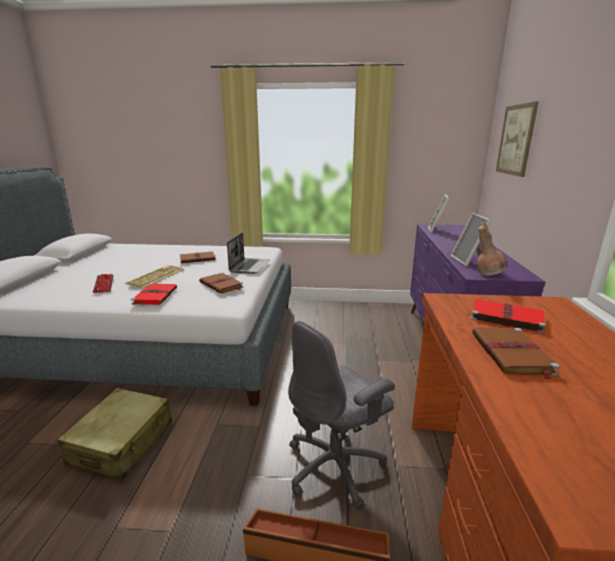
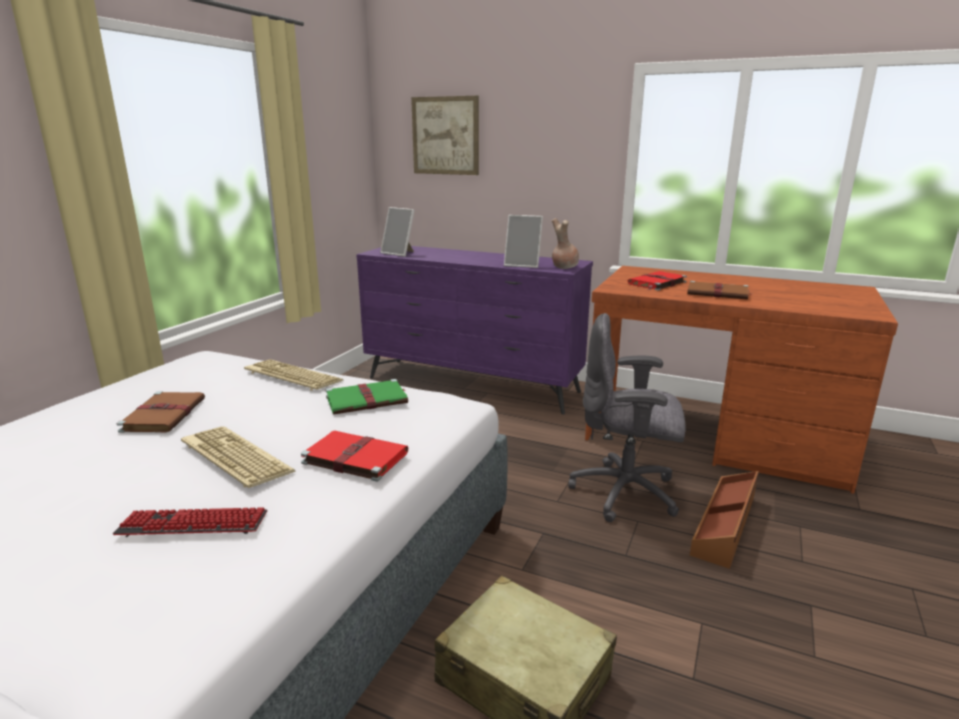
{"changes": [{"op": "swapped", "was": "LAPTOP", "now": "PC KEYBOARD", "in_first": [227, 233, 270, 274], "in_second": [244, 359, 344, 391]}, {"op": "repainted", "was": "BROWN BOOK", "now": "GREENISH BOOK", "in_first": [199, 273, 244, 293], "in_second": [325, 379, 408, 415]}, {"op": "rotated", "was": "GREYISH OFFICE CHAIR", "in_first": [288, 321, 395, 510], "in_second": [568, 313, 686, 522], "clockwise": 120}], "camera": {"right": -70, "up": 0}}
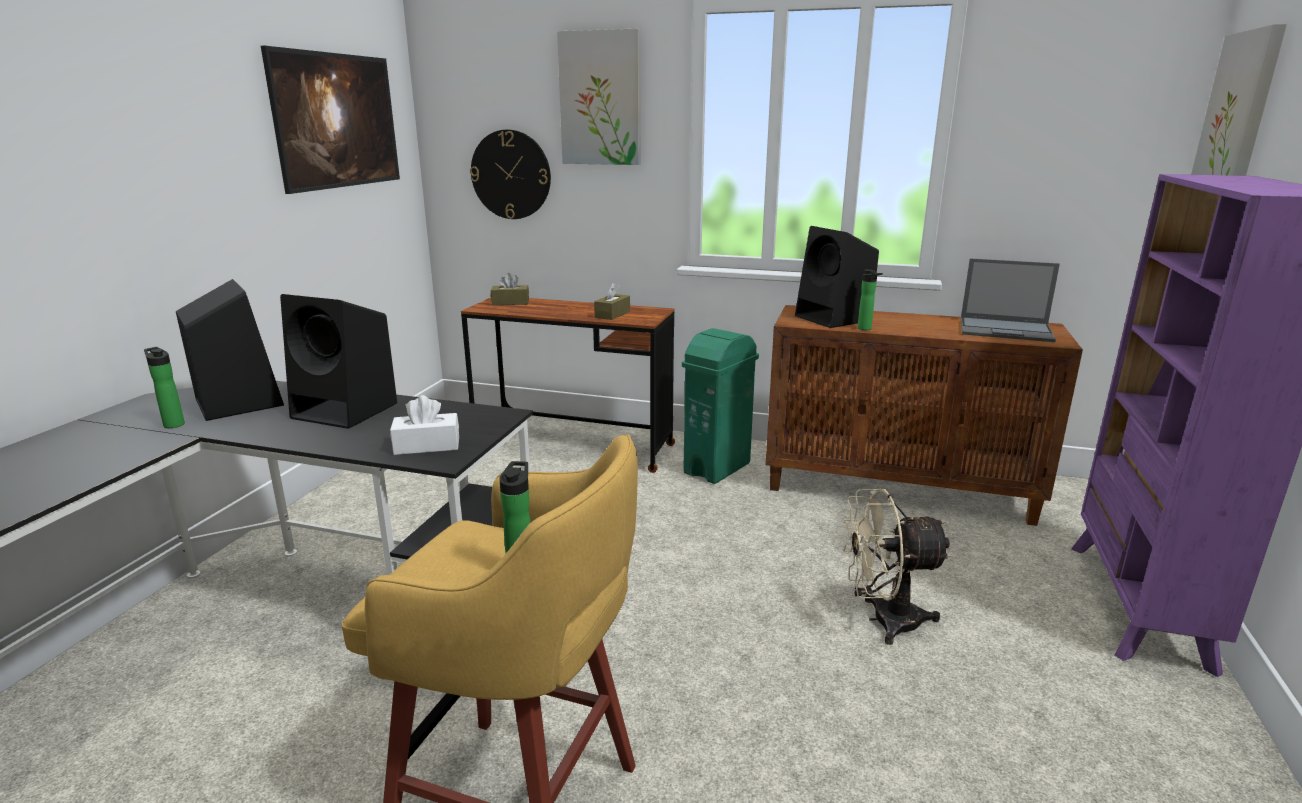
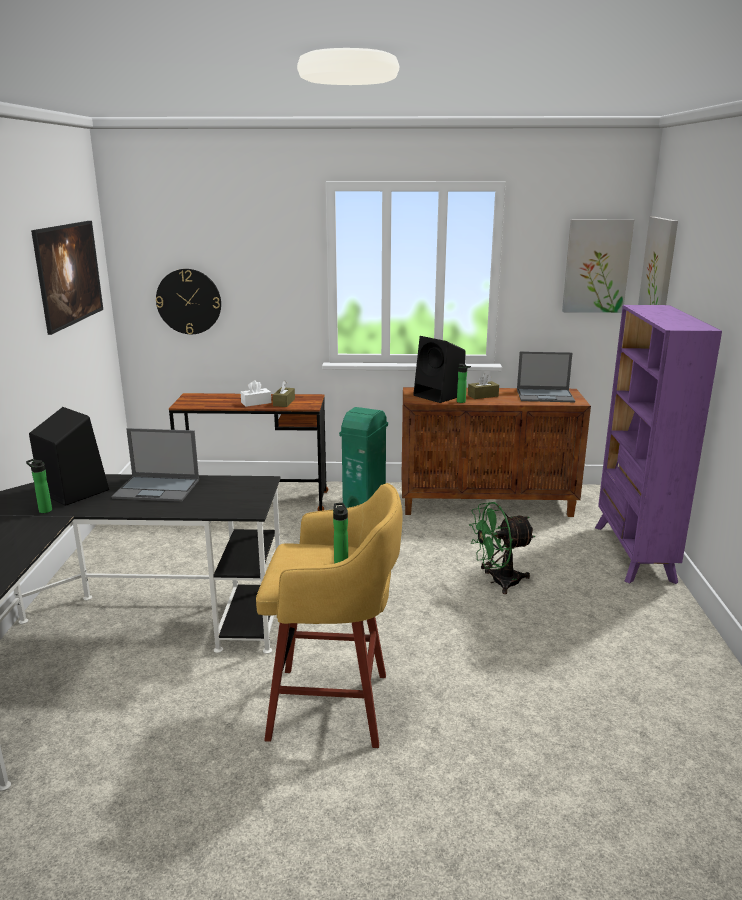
{"changes": [{"op": "shifted", "was": "PICTURE", "in_first": [557, 29, 641, 165], "in_second": [562, 219, 634, 313]}, {"op": "shifted", "was": "BROWN BOX OF TISSUES", "in_first": [491, 273, 529, 305], "in_second": [468, 373, 499, 399]}, {"op": "swapped", "was": "BLACK LOUDSPEAKER", "now": "LAPTOP", "in_first": [280, 294, 397, 429], "in_second": [112, 428, 199, 502]}, {"op": "shifted", "was": "WHITE BOX OF TISSUES", "in_first": [390, 395, 459, 455], "in_second": [240, 380, 271, 407]}, {"op": "repainted", "was": "SAND-COLOURED COOLING FAN", "now": "GREENISH COOLING FAN", "in_first": [843, 489, 951, 645], "in_second": [469, 502, 535, 594]}], "camera": {"right": -15, "up": 0}}
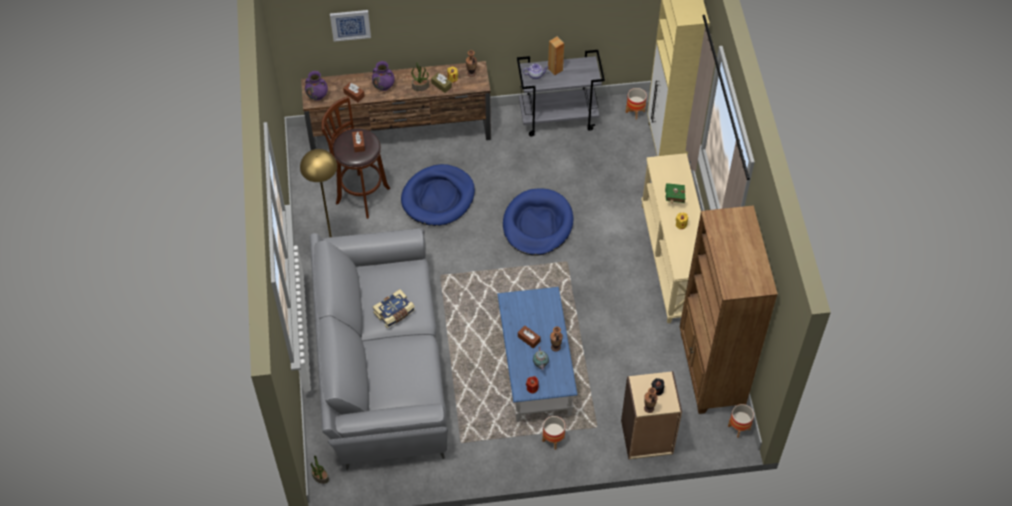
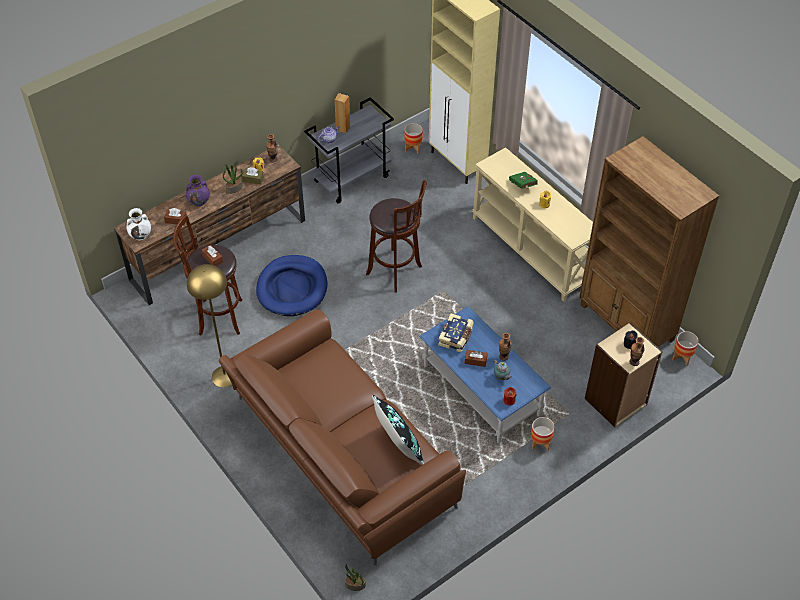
{"changes": [{"op": "gone", "was": "PICTURE", "in_first": [330, 10, 371, 42]}, {"op": "repainted", "was": "PURPLISH FLOWER VASE", "now": "WHITE FLOWER VASE", "in_first": [305, 71, 328, 101], "in_second": [127, 208, 151, 240]}, {"op": "swapped", "was": "BLUISH PET BED", "now": "BROWN STOOL SEAT", "in_first": [503, 188, 574, 255], "in_second": [366, 180, 427, 293]}, {"op": "repainted", "was": "GREYISH SOFA", "now": "BROWN SOFA", "in_first": [310, 228, 448, 470], "in_second": [219, 309, 466, 565]}, {"op": "shifted", "was": "BOOK", "in_first": [373, 289, 415, 328], "in_second": [438, 313, 474, 352]}, {"op": "new", "now": "BLACK PILLOW", "in_second": [372, 395, 424, 465]}], "camera": {"right": -30, "up": -5}}
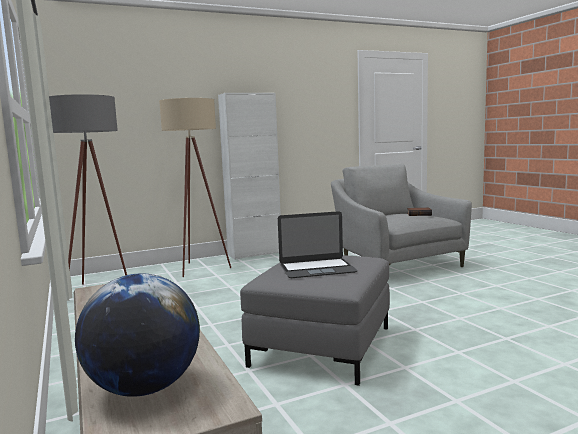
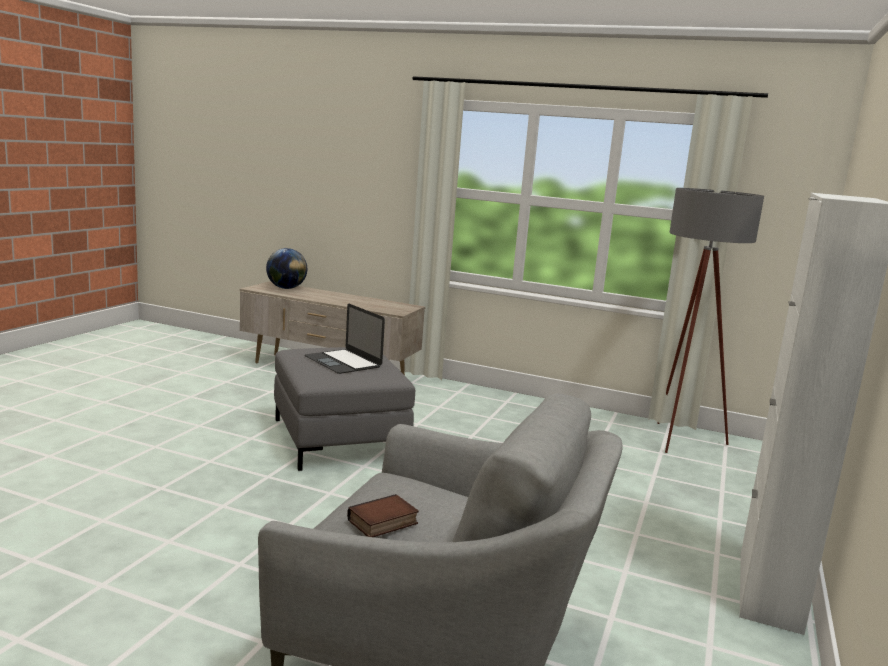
{"changes": [{"op": "gone", "was": "SAND-COLOURED STANDING LAMP", "in_first": [159, 98, 231, 277]}, {"op": "rotated", "was": "LAPTOP", "in_first": [278, 211, 358, 278], "in_second": [305, 304, 385, 374], "clockwise": -75}], "camera": {"right": 135, "up": 5}}
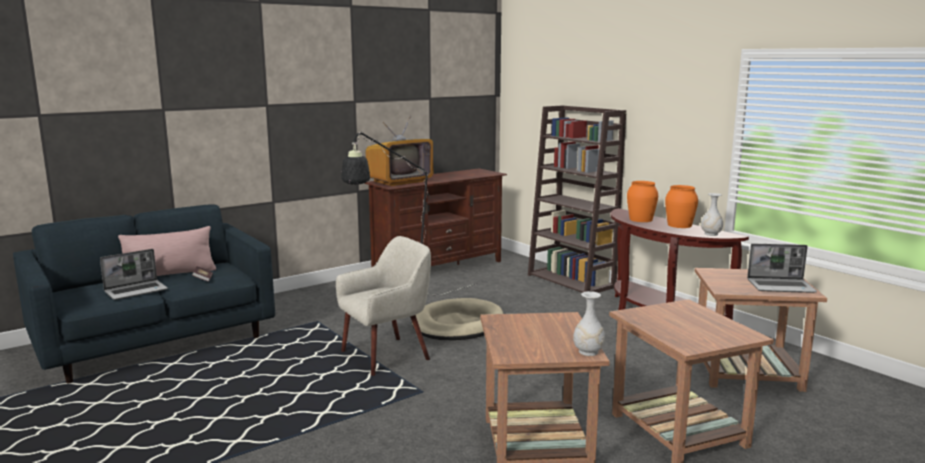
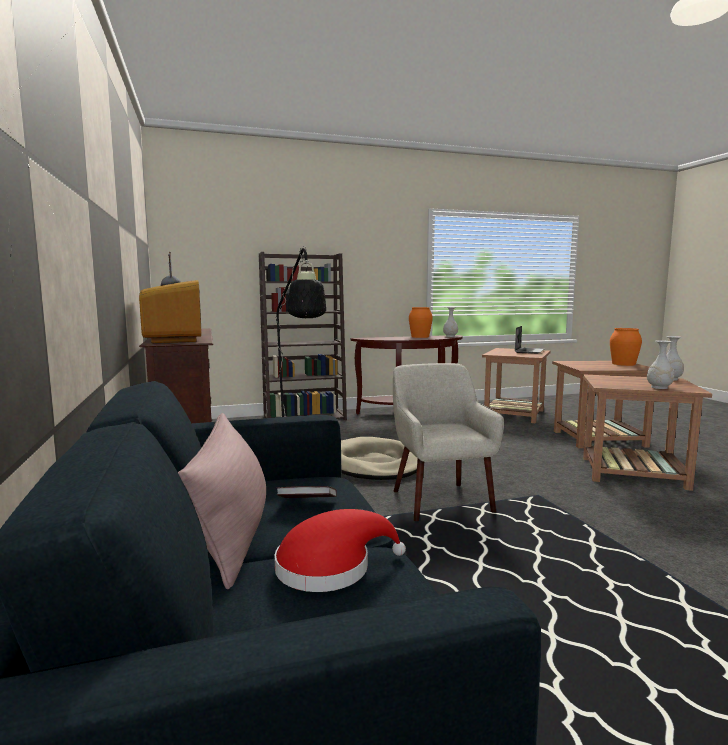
{"changes": [{"op": "shifted", "was": "ORANGEY FLOWER VASE", "in_first": [627, 181, 658, 222], "in_second": [610, 328, 642, 366]}, {"op": "swapped", "was": "LAPTOP", "now": "RED-COLOURED WEARABLE HAT", "in_first": [100, 249, 168, 300], "in_second": [274, 509, 406, 592]}, {"op": "new", "now": "WHITE FLOWER VASE", "in_second": [647, 340, 674, 389]}], "camera": {"right": -70, "up": -5}}
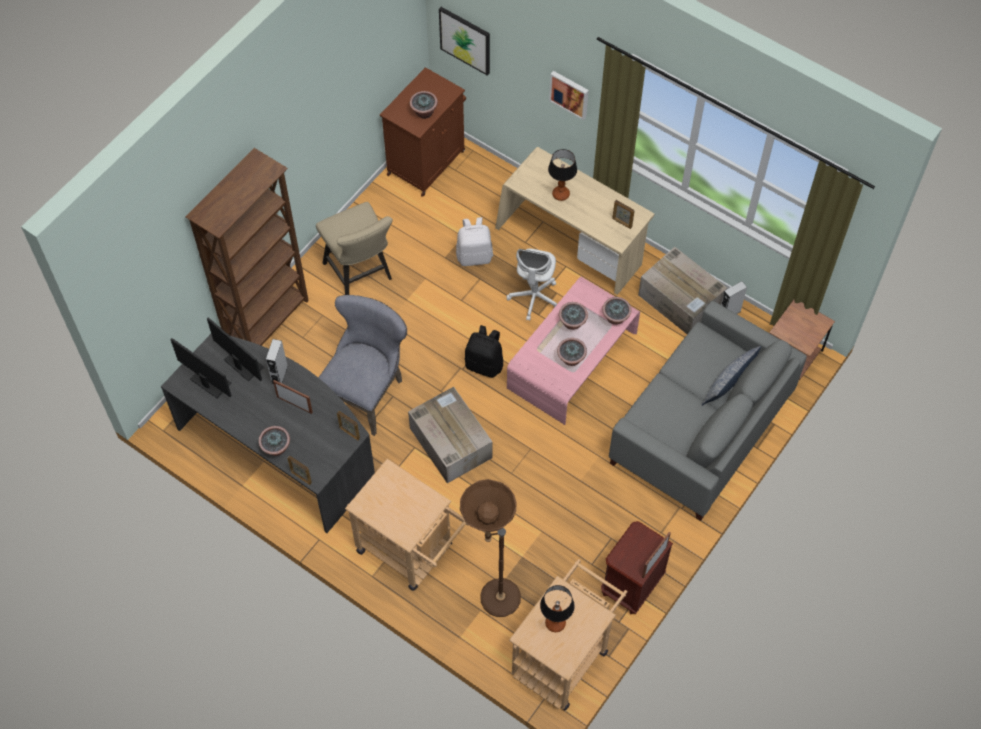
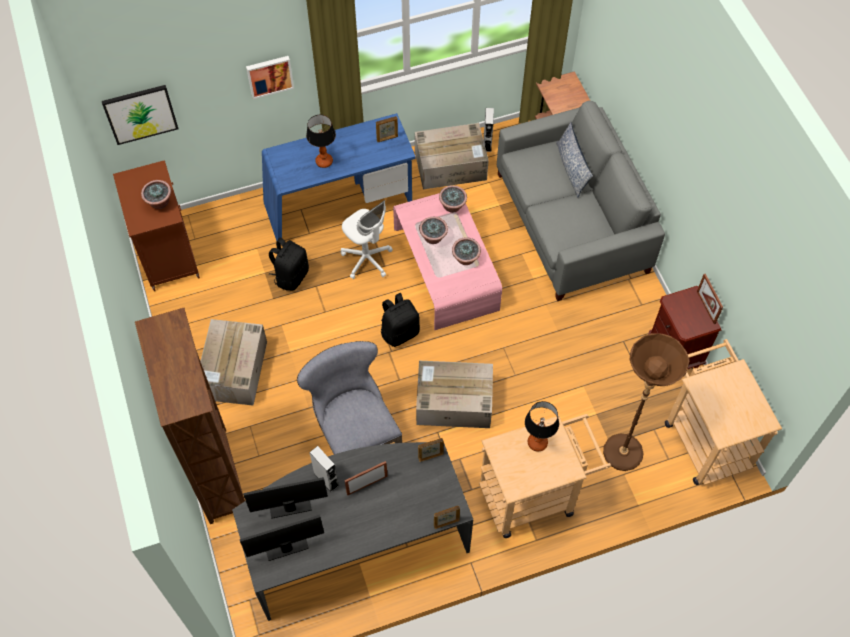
{"changes": [{"op": "repainted", "was": "SAND-COLOURED DESK TABLE", "now": "BLUISH DESK TABLE", "in_first": [495, 147, 654, 295], "in_second": [262, 113, 416, 241]}, {"op": "swapped", "was": "SAND-COLOURED UPRIGHT CHAIR", "now": "PACKING BOX", "in_first": [316, 202, 393, 295], "in_second": [201, 319, 267, 405]}, {"op": "repainted", "was": "WHITE RUCKSACK", "now": "BLACK RUCKSACK", "in_first": [456, 217, 493, 266], "in_second": [269, 238, 309, 291]}, {"op": "gone", "was": "PLANT IN A POT", "in_first": [259, 426, 290, 456]}, {"op": "shifted", "was": "TABLE LAMP", "in_first": [540, 585, 575, 632], "in_second": [525, 401, 559, 451]}], "camera": {"right": -55, "up": 0}}
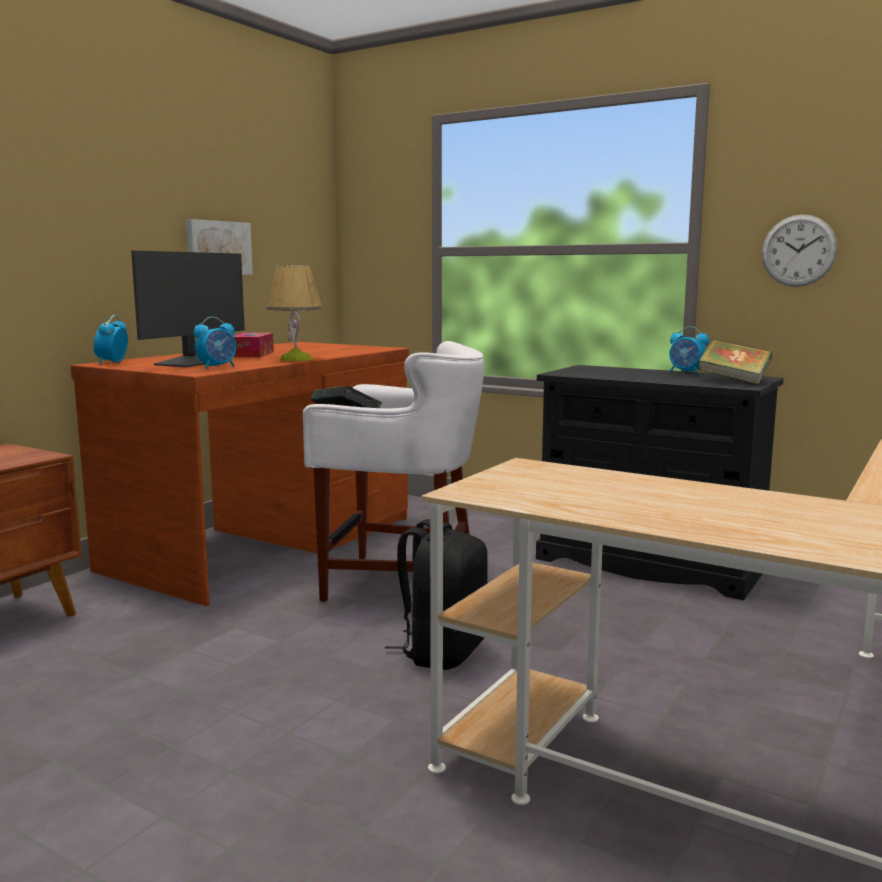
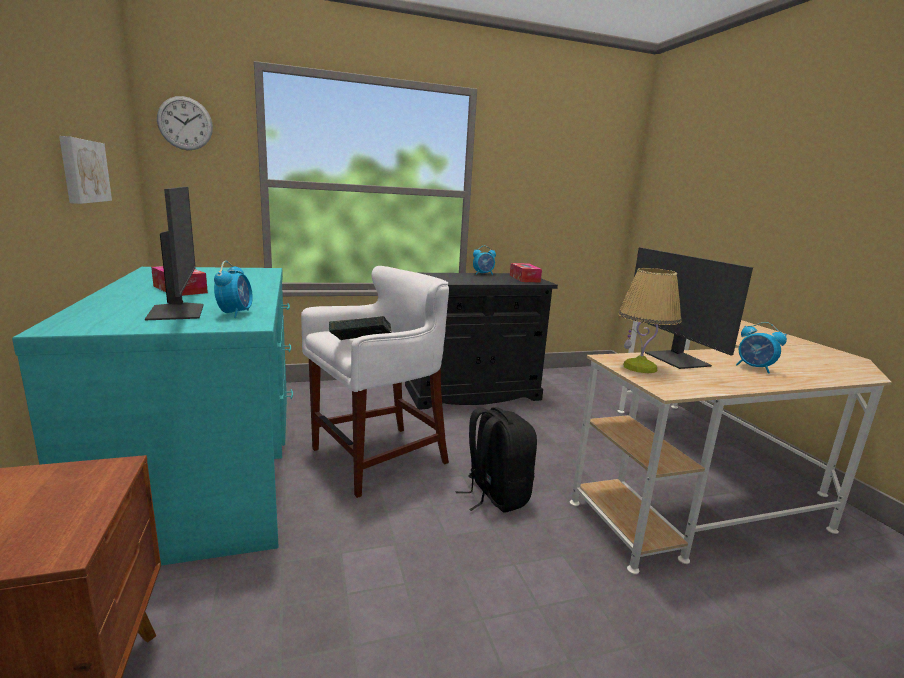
{"changes": [{"op": "shifted", "was": "HANGING CLOCK", "in_first": [762, 214, 838, 287], "in_second": [157, 96, 213, 150]}, {"op": "shifted", "was": "TABLE LAMP", "in_first": [267, 265, 322, 361], "in_second": [618, 268, 681, 373]}, {"op": "shifted", "was": "ALARM CLOCK", "in_first": [94, 315, 128, 365], "in_second": [736, 322, 787, 374]}, {"op": "swapped", "was": "BOOK", "now": "BOX OF TISSUES", "in_first": [698, 339, 772, 385], "in_second": [510, 263, 542, 282]}, {"op": "repainted", "was": "BROWN DESK TABLE", "now": "TURQUOISE DESK TABLE", "in_first": [71, 342, 409, 606], "in_second": [12, 267, 293, 566]}, {"op": "new", "now": "COMPUTER DISPLAY", "in_second": [634, 247, 753, 369]}], "camera": {"right": -50, "up": 5}}
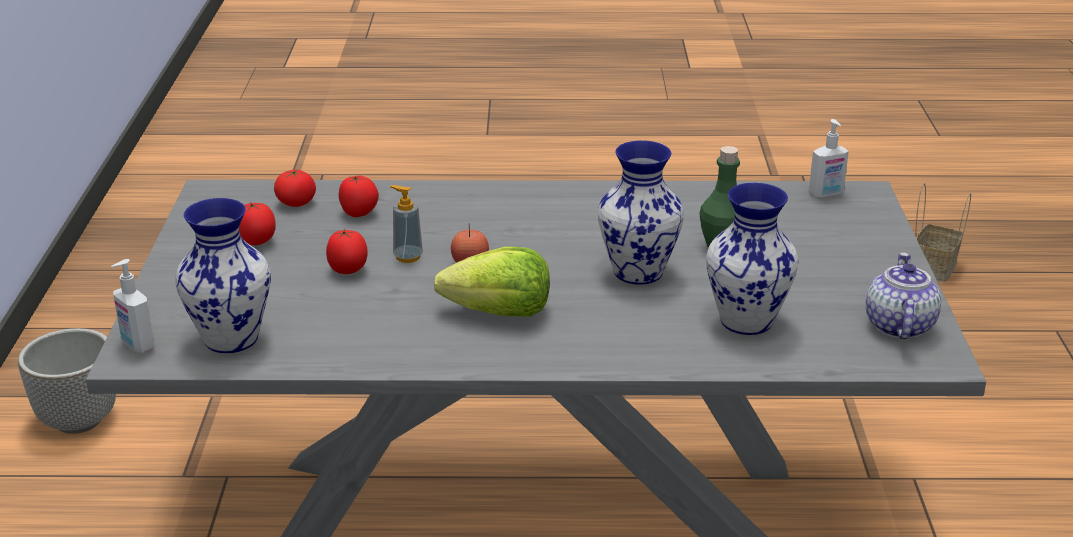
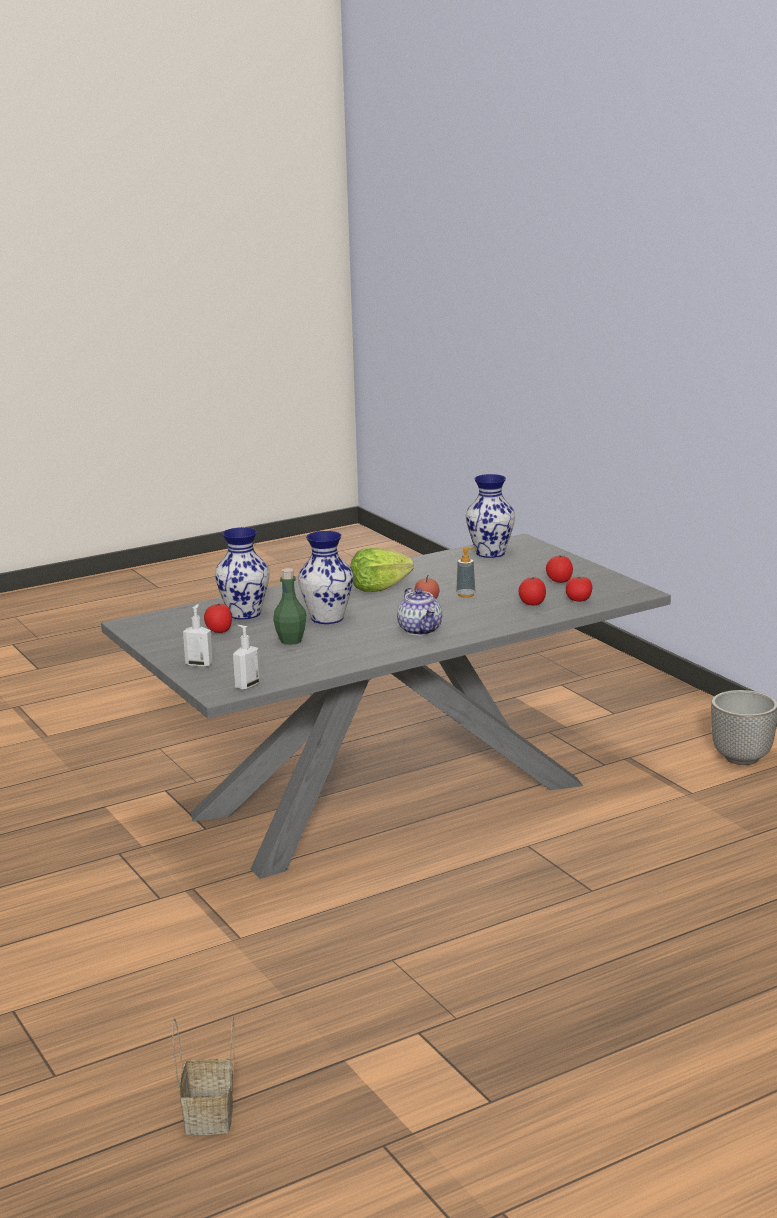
{"changes": [{"op": "shifted", "was": "WHOLE TOMATO", "in_first": [326, 229, 367, 274], "in_second": [204, 604, 232, 633]}, {"op": "shifted", "was": "POT FOR TEA", "in_first": [866, 252, 941, 339], "in_second": [397, 588, 442, 636]}, {"op": "shifted", "was": "SOAP BOTTLE", "in_first": [111, 259, 155, 353], "in_second": [183, 604, 213, 667]}], "camera": {"right": 150, "up": -10}}
